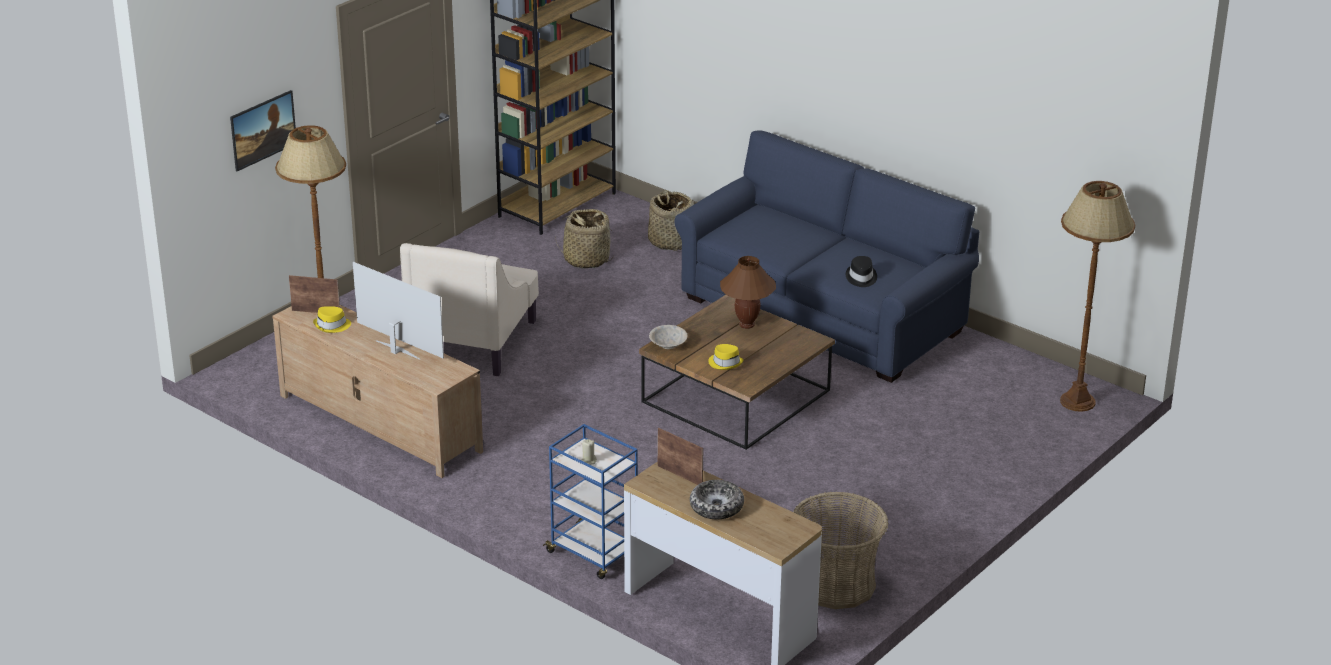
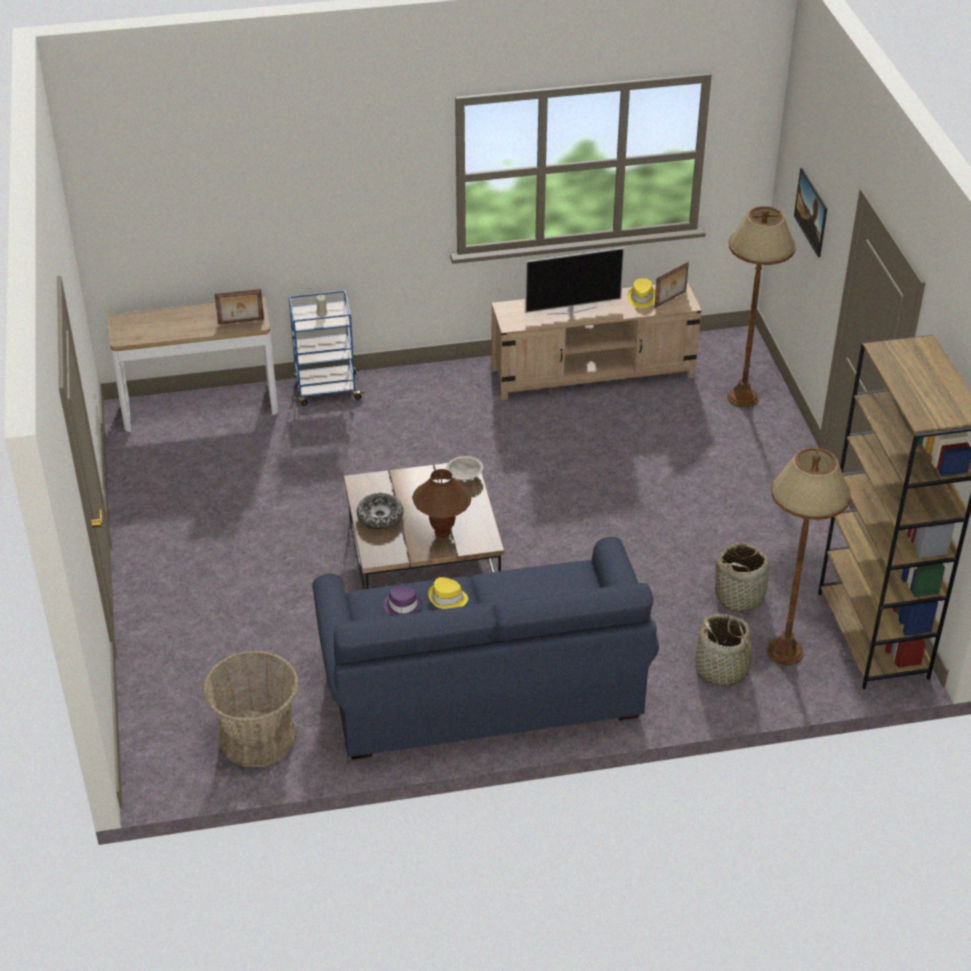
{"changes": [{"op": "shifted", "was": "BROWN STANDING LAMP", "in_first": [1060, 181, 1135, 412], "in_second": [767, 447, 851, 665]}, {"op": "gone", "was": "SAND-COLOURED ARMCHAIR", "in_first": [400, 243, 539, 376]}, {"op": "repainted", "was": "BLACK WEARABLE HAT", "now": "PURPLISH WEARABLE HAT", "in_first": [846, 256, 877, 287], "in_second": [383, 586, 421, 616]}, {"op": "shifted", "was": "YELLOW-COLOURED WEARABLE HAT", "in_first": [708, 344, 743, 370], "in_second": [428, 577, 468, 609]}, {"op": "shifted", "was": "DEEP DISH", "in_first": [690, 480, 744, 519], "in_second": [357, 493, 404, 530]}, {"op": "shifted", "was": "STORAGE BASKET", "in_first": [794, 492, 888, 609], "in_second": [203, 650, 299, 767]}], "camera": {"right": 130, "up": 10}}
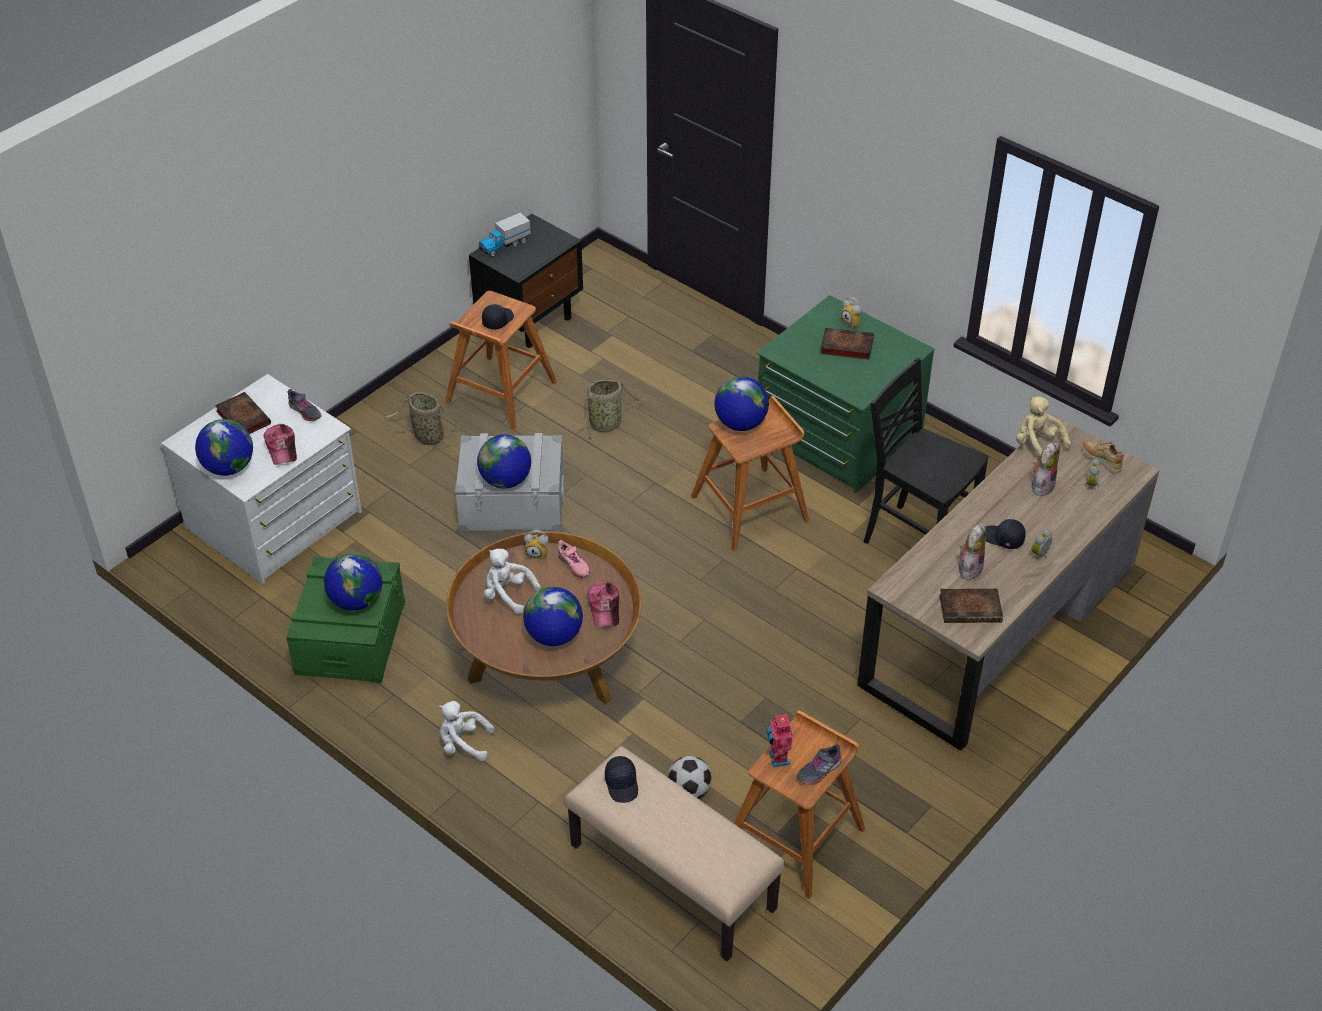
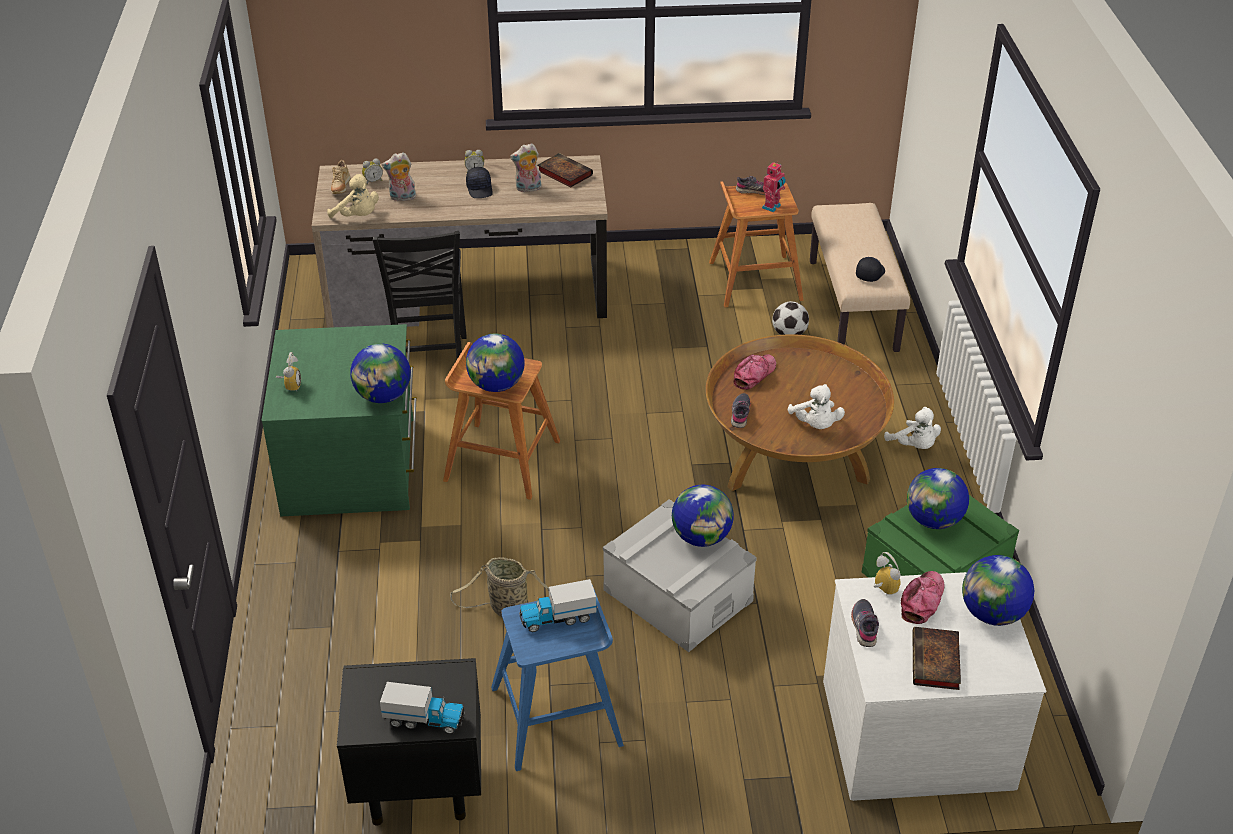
{"changes": [{"op": "repainted", "was": "BROWN STOOL SEAT", "now": "BLUISH STOOL SEAT", "in_first": [445, 291, 557, 430], "in_second": [491, 585, 624, 771]}, {"op": "swapped", "was": "BLACK PEAKED CAP", "now": "TOY LORRY", "in_first": [482, 304, 514, 330], "in_second": [519, 579, 597, 632]}, {"op": "gone", "was": "BOOK", "in_first": [820, 327, 874, 360]}, {"op": "gone", "was": "STORAGE BASKET", "in_first": [384, 392, 463, 446]}, {"op": "rotated", "was": "SAND-COLOURED CUDDLY TOY", "in_first": [1016, 397, 1071, 457], "in_second": [327, 174, 379, 218], "clockwise": -60}, {"op": "shifted", "was": "ALARM CLOCK", "in_first": [524, 530, 549, 560], "in_second": [874, 552, 901, 595]}, {"op": "repainted", "was": "PINK-COLOURED ITEM OF FOOTWEAR", "now": "GREYISH ITEM OF FOOTWEAR", "in_first": [558, 540, 590, 578], "in_second": [731, 393, 751, 428]}, {"op": "shifted", "was": "GLOBE", "in_first": [523, 587, 583, 646], "in_second": [350, 343, 411, 403]}], "camera": {"right": -135, "up": -5}}
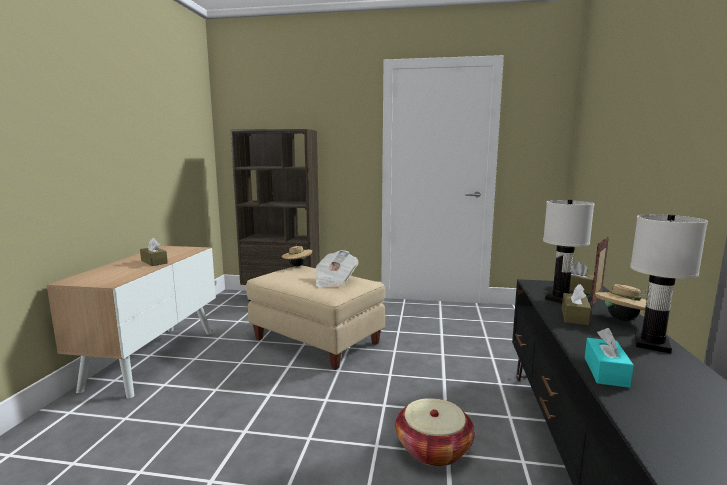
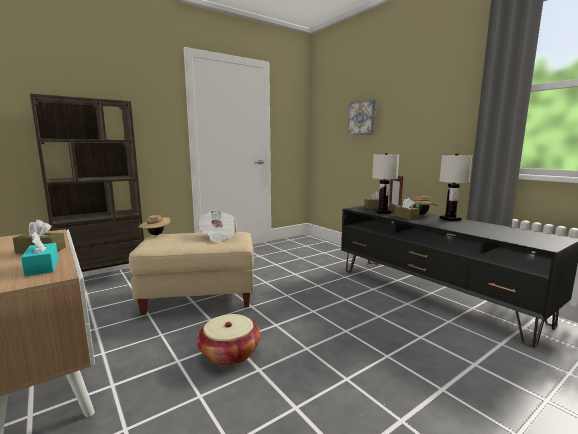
{"changes": [{"op": "shifted", "was": "TURQUOISE BOX OF TISSUES", "in_first": [585, 328, 634, 388], "in_second": [21, 232, 58, 276]}, {"op": "shifted", "was": "STORAGE BASKET", "in_first": [395, 398, 475, 466], "in_second": [197, 314, 261, 366]}, {"op": "new", "now": "PICTURE", "in_second": [348, 99, 377, 136]}], "camera": {"right": -45, "up": 0}}
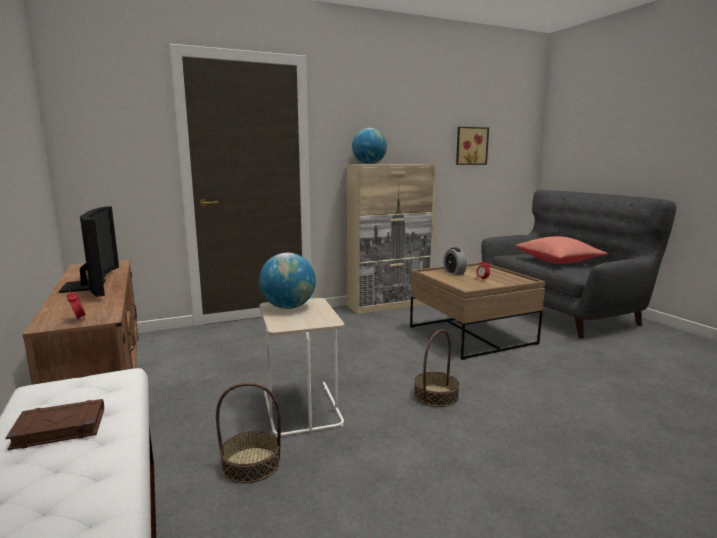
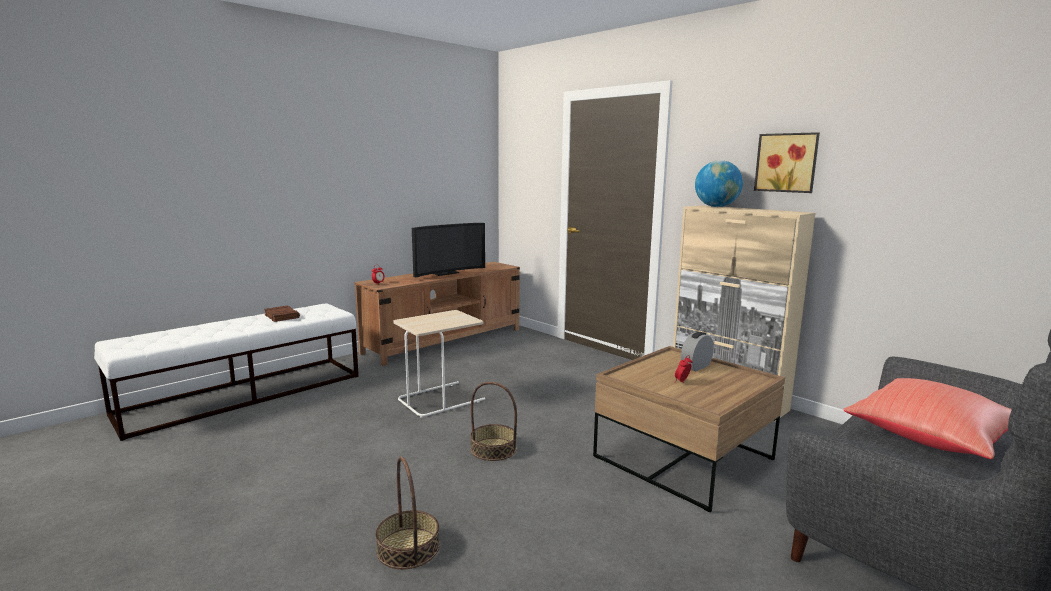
{"changes": [{"op": "shifted", "was": "PICTURE", "in_first": [456, 127, 489, 165], "in_second": [754, 132, 820, 193]}, {"op": "gone", "was": "GLOBE", "in_first": [259, 253, 316, 309]}, {"op": "shifted", "was": "STORAGE BASKET", "in_first": [216, 382, 281, 483], "in_second": [375, 456, 440, 570]}], "camera": {"right": 70, "up": 0}}
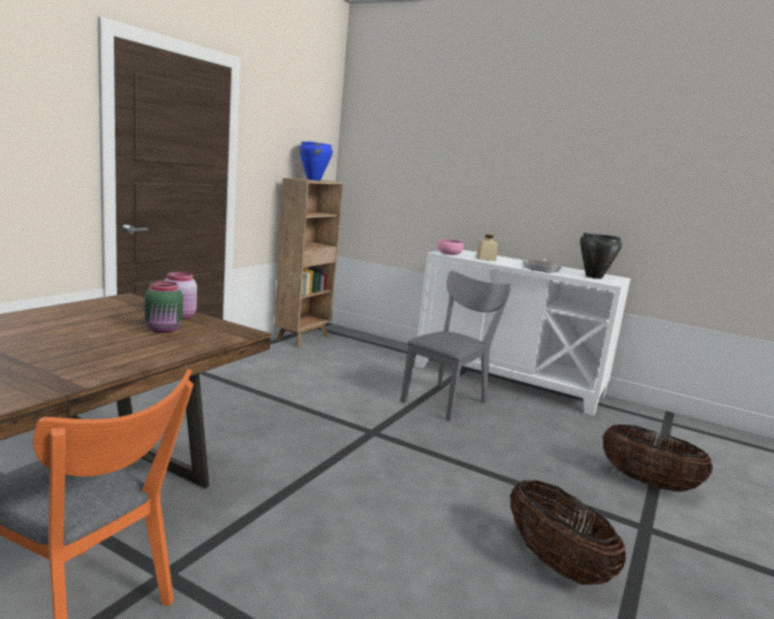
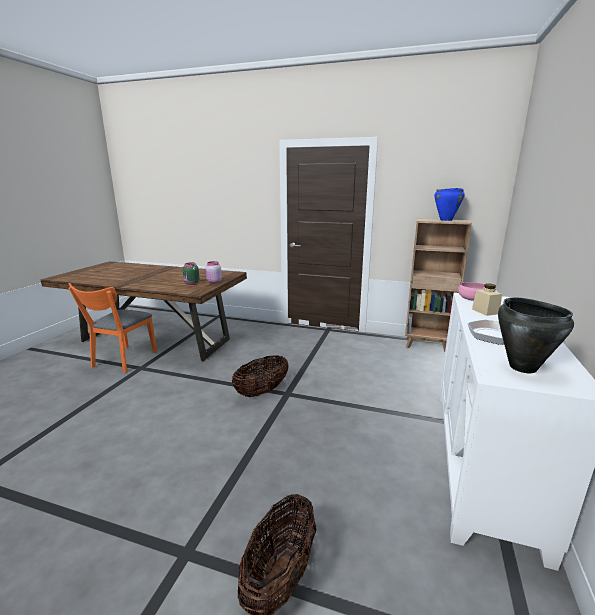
{"changes": [{"op": "gone", "was": "GREYISH UPRIGHT CHAIR", "in_first": [400, 271, 512, 421]}, {"op": "shifted", "was": "STORAGE BASKET", "in_first": [510, 480, 626, 585], "in_second": [232, 355, 289, 397]}], "camera": {"right": 80, "up": 5}}
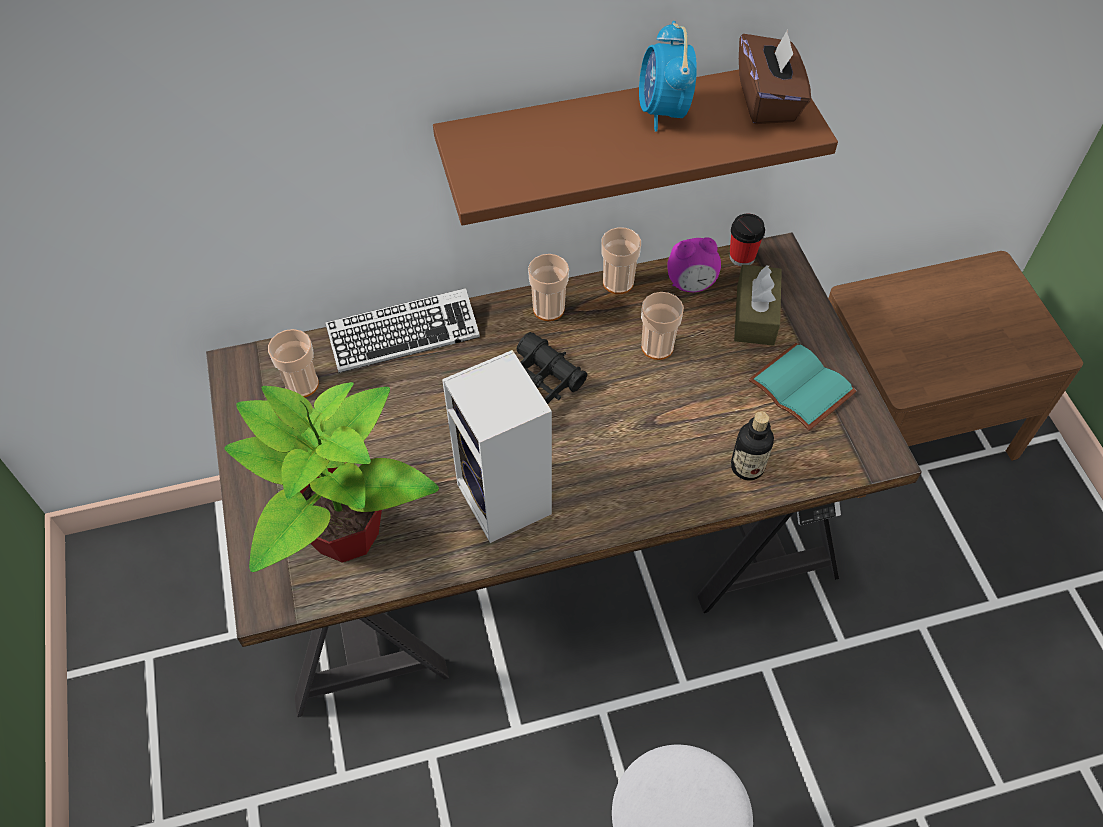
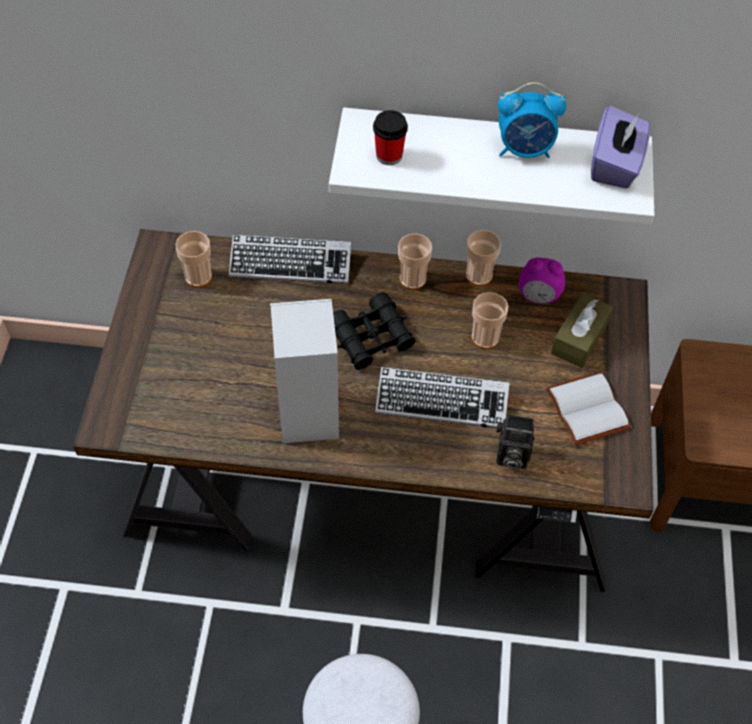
{"changes": [{"op": "rotated", "was": "ALARM CLOCK", "in_first": [639, 21, 697, 132], "in_second": [498, 82, 566, 158], "clockwise": -105}, {"op": "repainted", "was": "BROWN BOX OF TISSUES", "now": "PURPLISH BOX OF TISSUES", "in_first": [739, 29, 811, 124], "in_second": [591, 105, 650, 188]}, {"op": "repainted", "was": "BROWN WALL SHELF", "now": "WHITE WALL SHELF", "in_first": [433, 70, 838, 225], "in_second": [329, 108, 654, 224]}, {"op": "shifted", "was": "CUP", "in_first": [729, 214, 765, 266], "in_second": [373, 110, 408, 165]}, {"op": "repainted", "was": "TURQUOISE BOOK", "now": "WHITE BOOK", "in_first": [749, 343, 857, 430], "in_second": [546, 372, 631, 445]}, {"op": "gone", "was": "PLANT IN A POT", "in_first": [224, 382, 439, 572]}, {"op": "swapped", "was": "DRINK BOTTLE", "now": "PHOTO CAMERA", "in_first": [731, 411, 774, 480], "in_second": [496, 414, 534, 469]}, {"op": "new", "now": "PC KEYBOARD", "in_second": [375, 367, 510, 428]}], "camera": {"right": 20, "up": 0}}
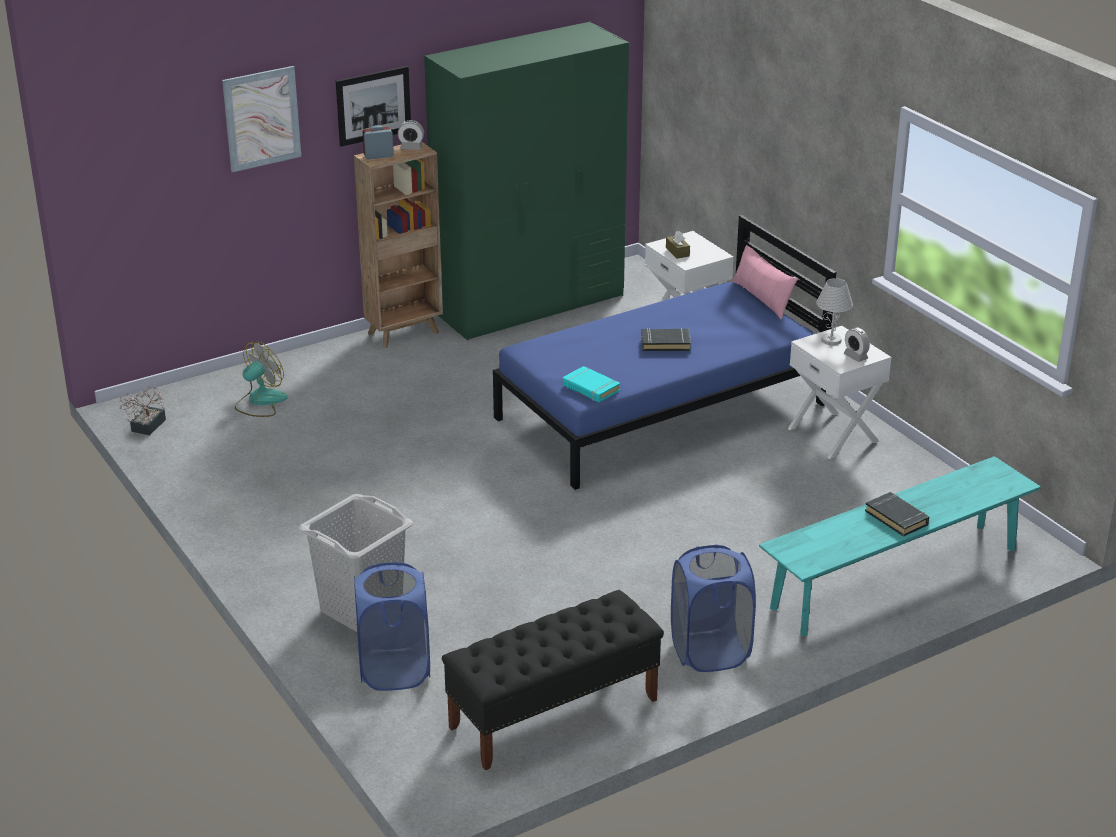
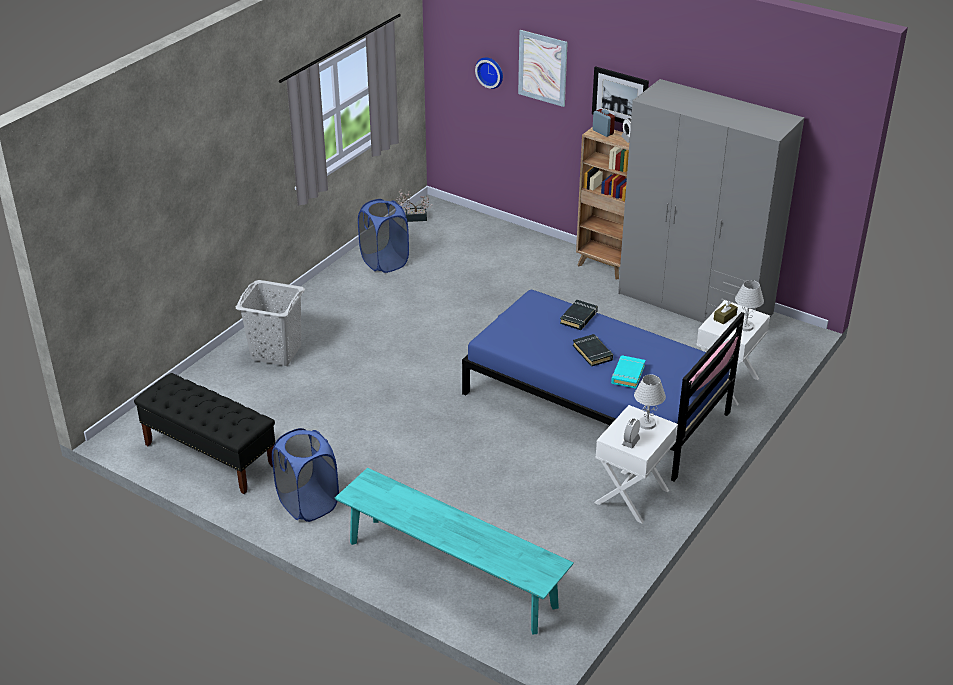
{"changes": [{"op": "repainted", "was": "GREENISH CLOTHES CUPBOARD", "now": "GREYISH CLOTHES CUPBOARD", "in_first": [424, 21, 629, 340], "in_second": [618, 79, 805, 323]}, {"op": "gone", "was": "COOLING FAN", "in_first": [235, 342, 288, 417]}, {"op": "shifted", "was": "TURQUOISE BOOK", "in_first": [563, 366, 620, 402], "in_second": [611, 355, 645, 389]}, {"op": "shifted", "was": "BLACK BOOK", "in_first": [865, 492, 929, 537], "in_second": [560, 300, 598, 330]}, {"op": "shifted", "was": "BLUISH LAUNDRY BASKET", "in_first": [354, 562, 430, 691], "in_second": [358, 199, 409, 273]}, {"op": "new", "now": "HANGING CLOCK", "in_second": [475, 58, 503, 89]}, {"op": "new", "now": "WHITE TABLE LAMP", "in_second": [735, 280, 764, 331]}], "camera": {"right": 65, "up": 5}}
